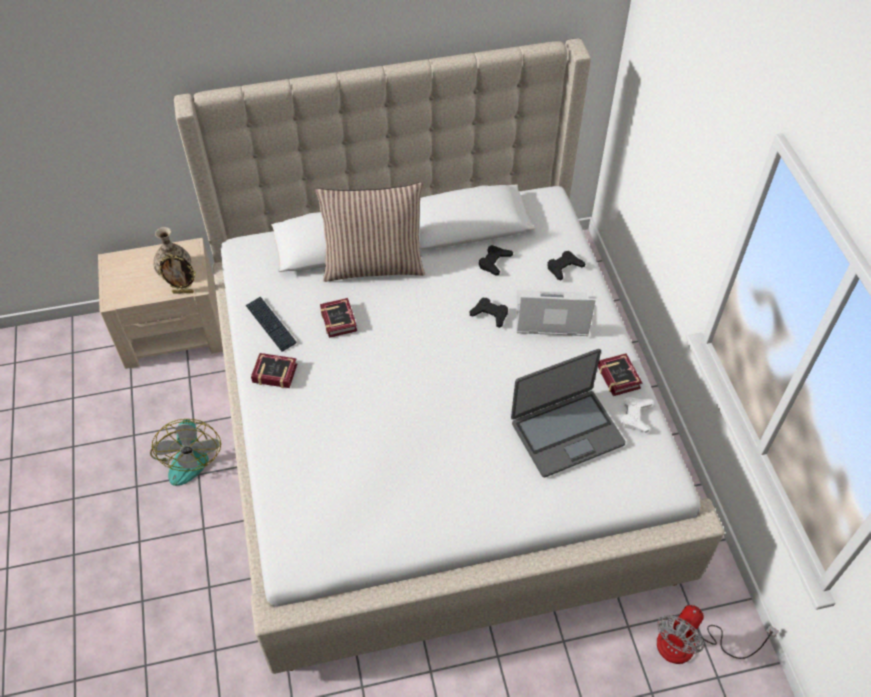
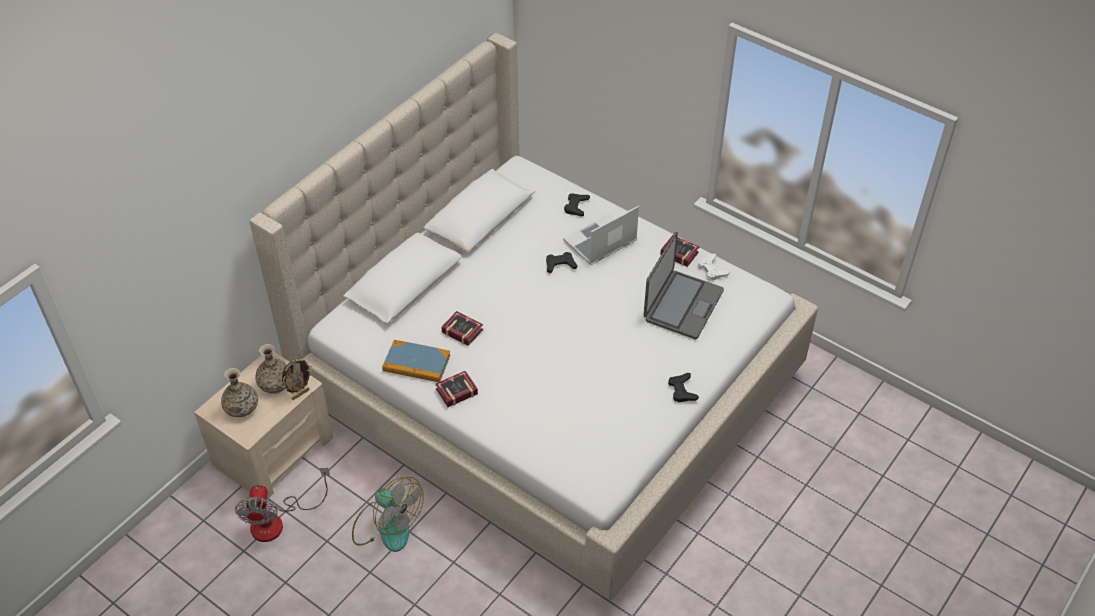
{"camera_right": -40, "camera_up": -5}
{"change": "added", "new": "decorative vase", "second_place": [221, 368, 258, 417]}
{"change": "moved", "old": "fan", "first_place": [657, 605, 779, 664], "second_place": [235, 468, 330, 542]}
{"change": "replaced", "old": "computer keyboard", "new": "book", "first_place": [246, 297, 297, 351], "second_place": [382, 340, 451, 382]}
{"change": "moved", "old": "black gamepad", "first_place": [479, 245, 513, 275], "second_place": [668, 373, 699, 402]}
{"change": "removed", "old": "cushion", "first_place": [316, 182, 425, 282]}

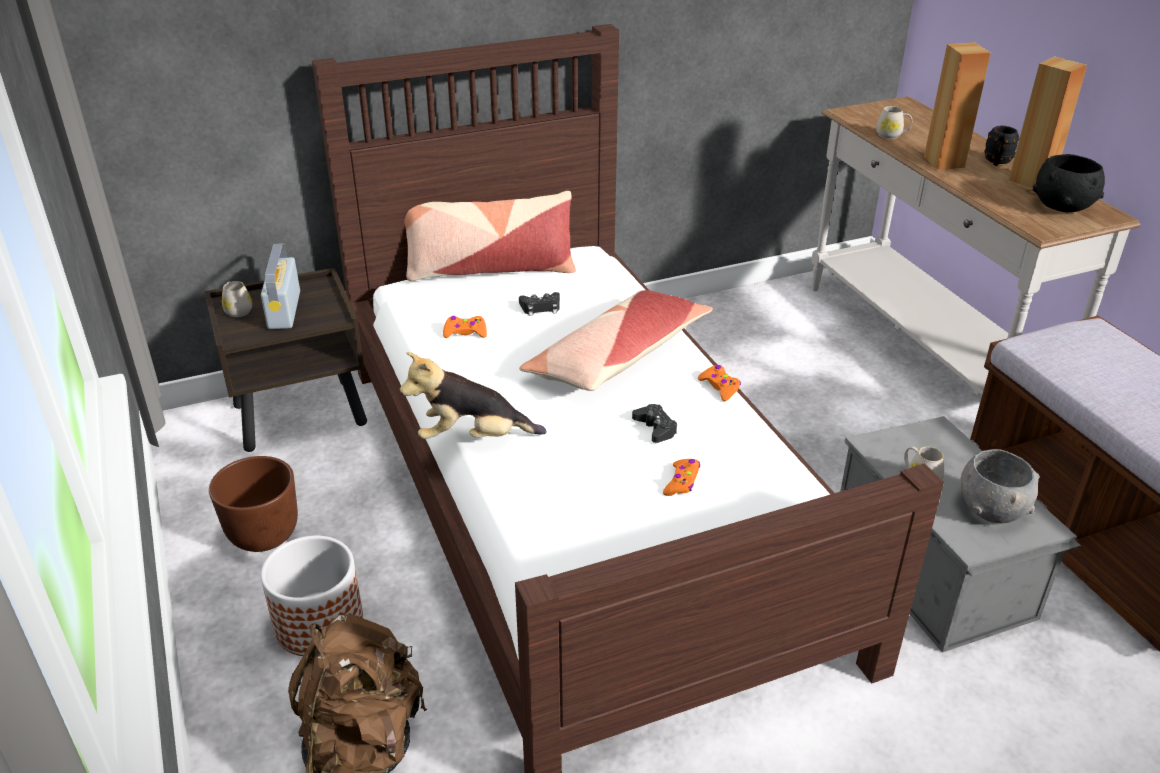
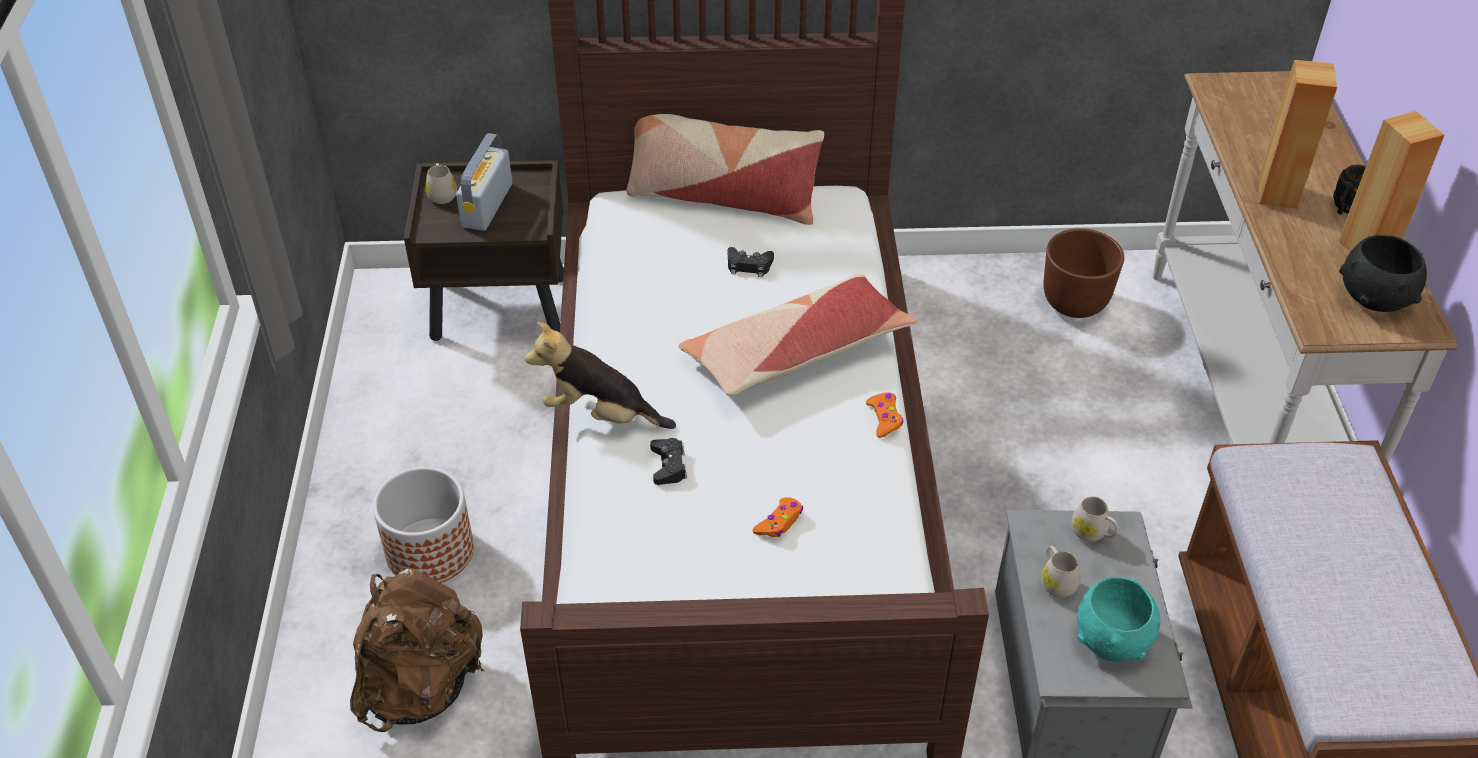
{"camera_right": 20, "camera_up": 10}
{"change": "moved", "old": "black gamepad", "first_place": [632, 404, 677, 443], "second_place": [650, 438, 687, 485]}
{"change": "moved", "old": "brown plant pot", "first_place": [209, 456, 298, 552], "second_place": [1044, 228, 1124, 318]}
{"change": "moved", "old": "white tea mug", "first_place": [876, 106, 912, 139], "second_place": [1071, 496, 1118, 542]}
{"change": "recoloured", "old": "grey bowl", "new": "turquoise bowl", "first_place": [961, 449, 1040, 524], "second_place": [1077, 577, 1161, 661]}
{"change": "removed", "old": "orangey gamepad", "first_place": [443, 316, 487, 338]}

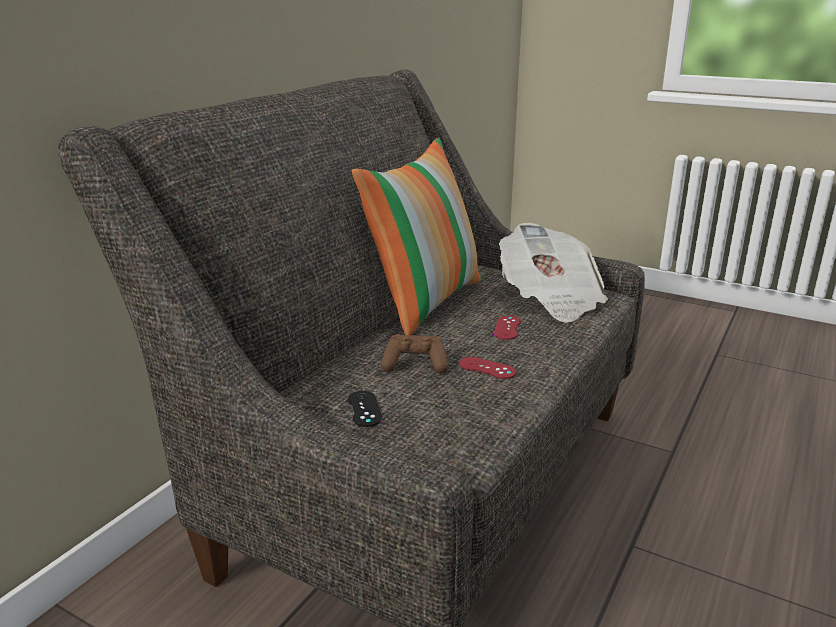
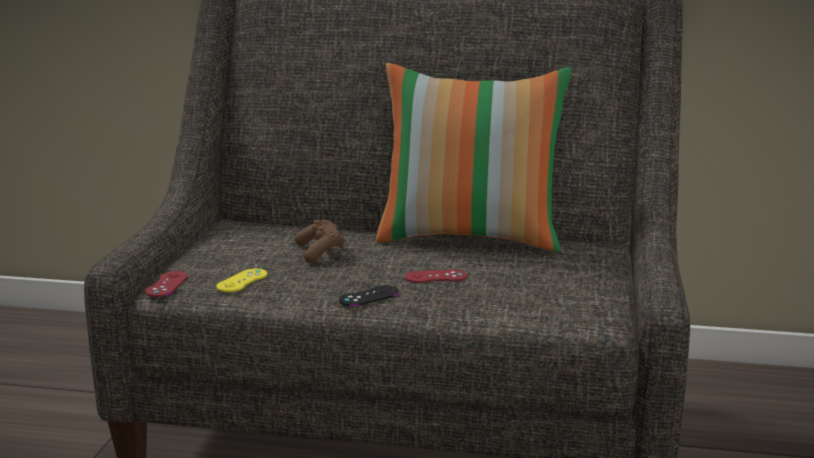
{"camera_right": 70, "camera_up": -5}
{"change": "moved", "old": "reddish gamepad", "first_place": [460, 357, 516, 379], "second_place": [145, 271, 188, 297]}
{"change": "added", "new": "yellow-coloured gamepad", "second_place": [216, 269, 267, 292]}
{"change": "moved", "old": "black gamepad", "first_place": [348, 391, 382, 427], "second_place": [339, 285, 399, 306]}
{"change": "removed", "old": "newspaper", "first_place": [499, 223, 608, 323]}

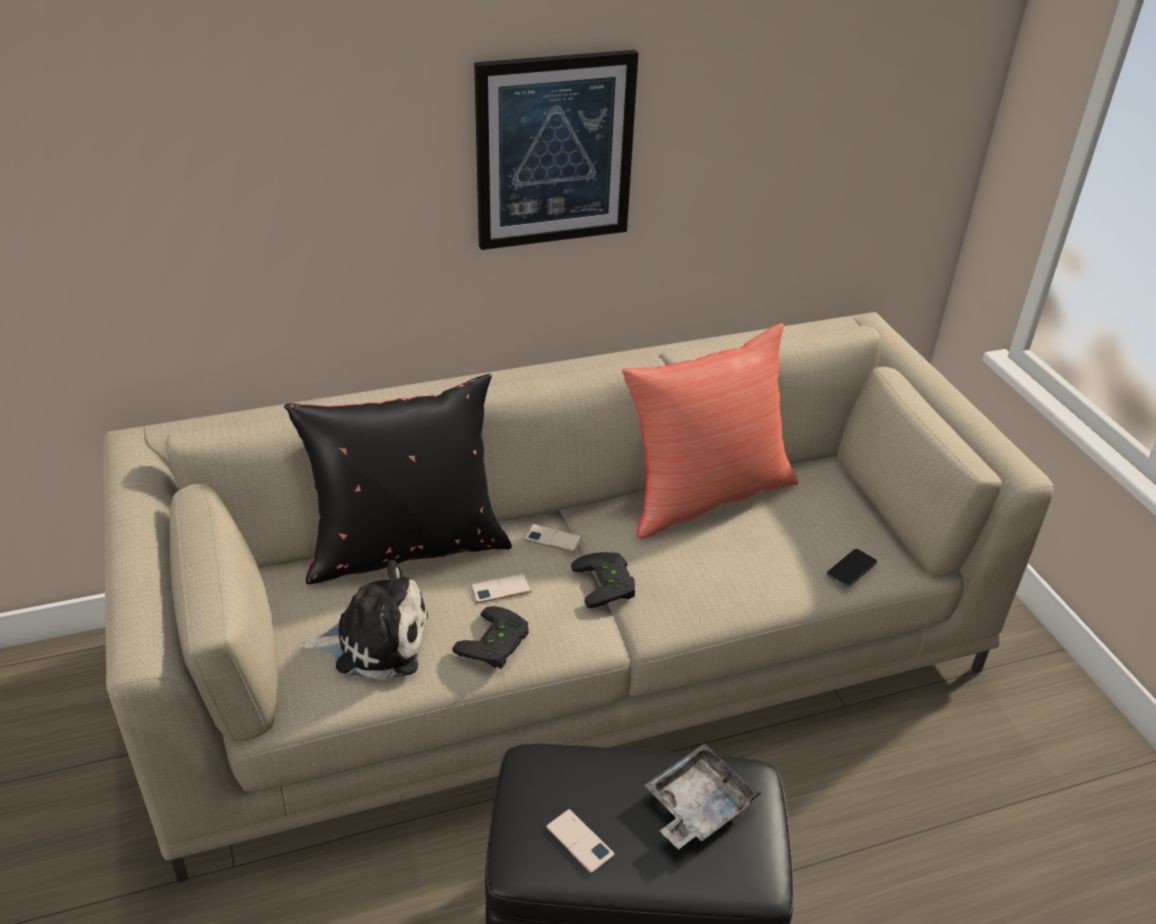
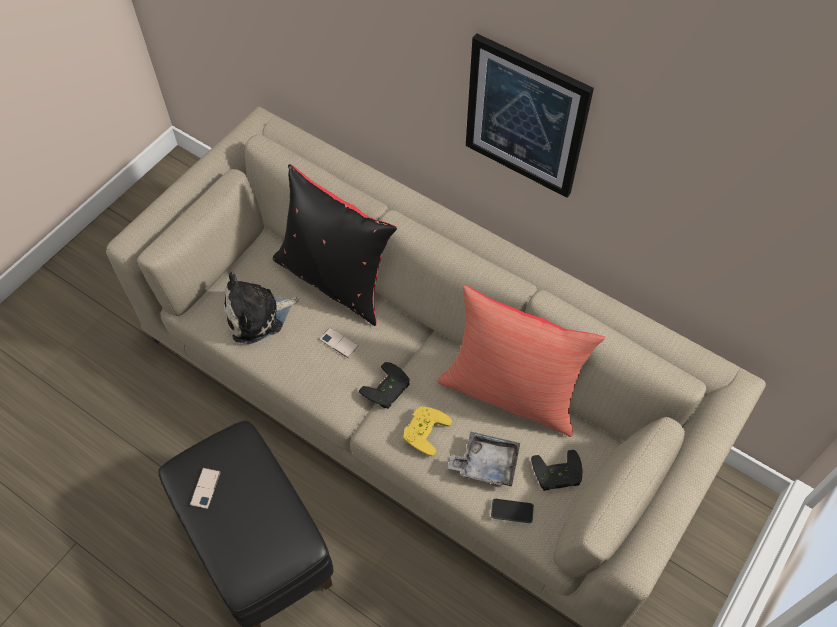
{"camera_right": 55, "camera_up": 20}
{"change": "turned", "old": "cuddly toy", "first_place": [300, 560, 428, 680], "second_place": [224, 272, 299, 344], "degrees": 105}
{"change": "added", "new": "yellow-coloured gamepad", "second_place": [403, 406, 452, 457]}
{"change": "moved", "old": "grey tray", "first_place": [644, 743, 761, 850], "second_place": [448, 432, 520, 486]}
{"change": "moved", "old": "black gamepad", "first_place": [452, 606, 529, 669], "second_place": [531, 450, 582, 491]}
{"change": "removed", "old": "telephone", "first_place": [524, 524, 582, 553]}

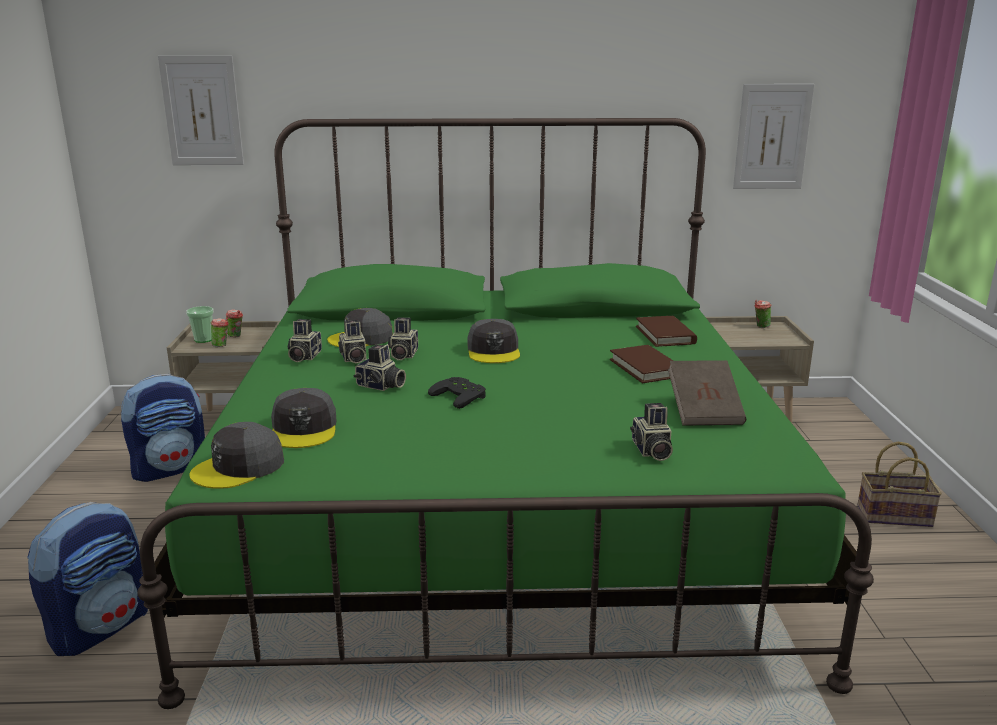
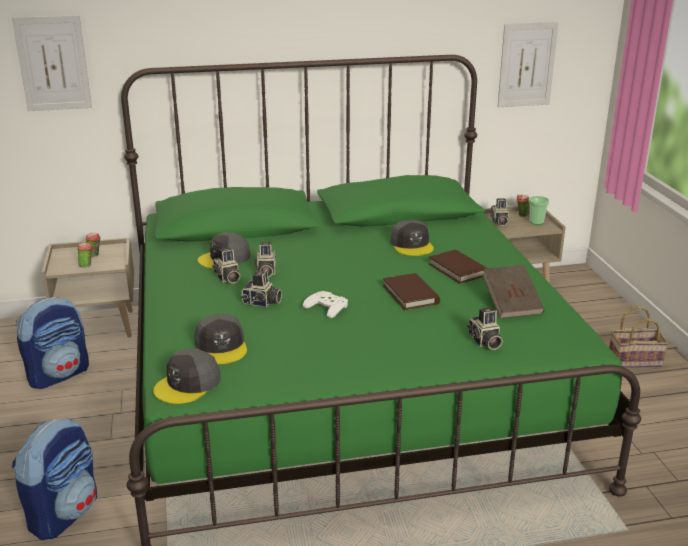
{"camera_right": -10, "camera_up": 5}
{"change": "recoloured", "old": "black gamepad", "new": "white gamepad", "first_place": [428, 377, 486, 409], "second_place": [303, 291, 348, 318]}
{"change": "moved", "old": "brown book", "first_place": [636, 316, 697, 347], "second_place": [383, 273, 440, 310]}
{"change": "moved", "old": "grey peaked cap", "first_place": [468, 319, 520, 363], "second_place": [391, 220, 434, 256]}
{"change": "moved", "old": "photo camera", "first_place": [287, 319, 322, 362], "second_place": [490, 198, 509, 226]}
{"change": "moved", "old": "small cup", "first_place": [186, 306, 214, 343], "second_place": [529, 196, 550, 225]}

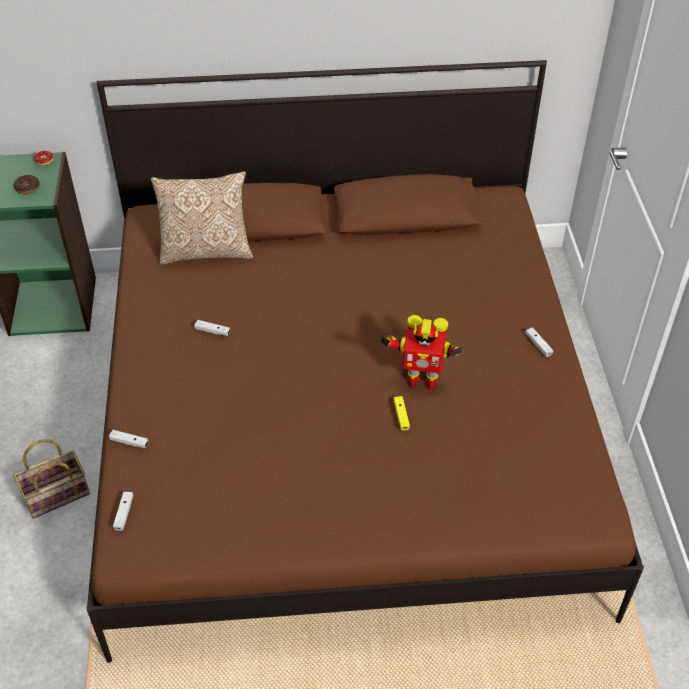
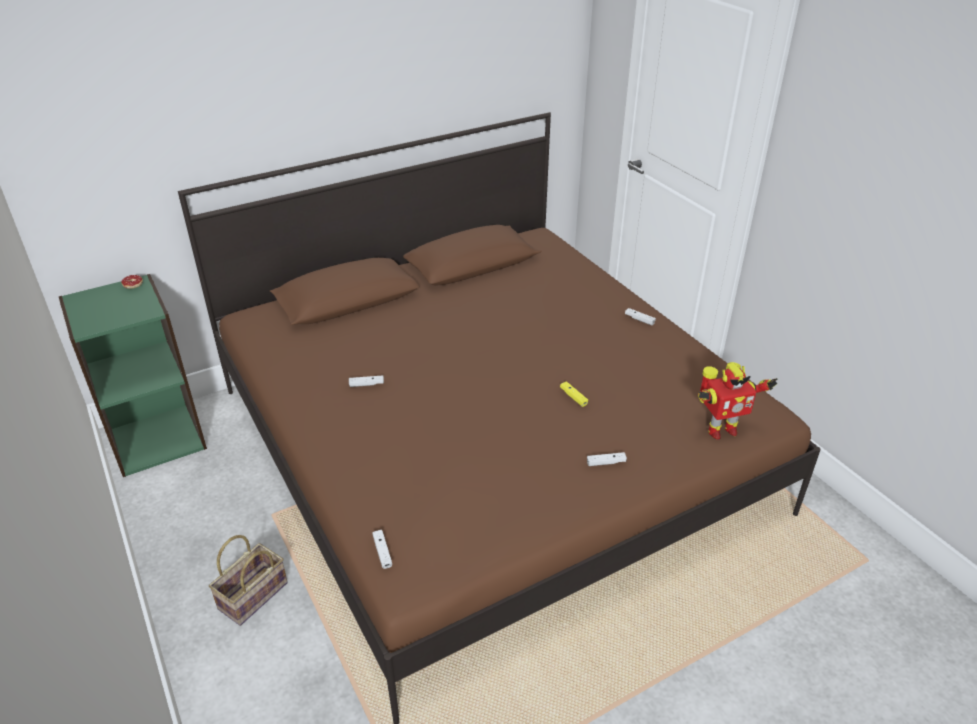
{"camera_right": -25, "camera_up": -10}
{"change": "moved", "old": "white gamepad", "first_place": [109, 430, 149, 448], "second_place": [587, 452, 627, 466]}
{"change": "moved", "old": "model robot", "first_place": [380, 315, 462, 390], "second_place": [698, 362, 778, 440]}
{"change": "removed", "old": "ring doughnut", "first_place": [14, 175, 40, 194]}
{"change": "removed", "old": "cushion", "first_place": [151, 171, 253, 265]}

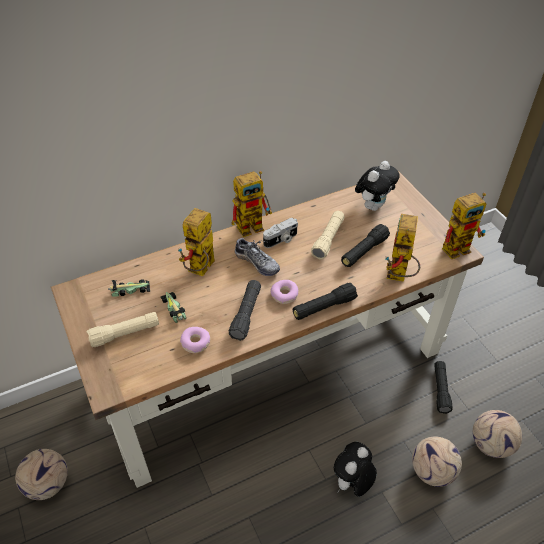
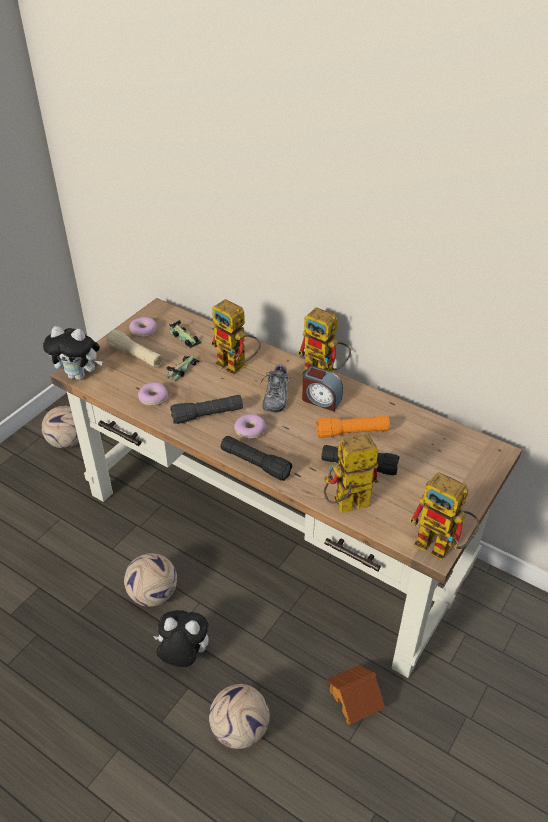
{"camera_right": 60, "camera_up": -5}
{"change": "moved", "old": "cuddly toy", "first_place": [355, 161, 400, 211], "second_place": [43, 326, 103, 380]}
{"change": "moved", "old": "football", "first_place": [473, 410, 522, 458], "second_place": [124, 553, 177, 607]}
{"change": "added", "new": "ring doughnut", "second_place": [129, 317, 156, 338]}
{"change": "turned", "old": "model robot", "first_place": [178, 208, 215, 276], "second_place": [210, 299, 261, 375], "degrees": -135}
{"change": "replaced", "old": "photo camera", "new": "table clock", "first_place": [263, 218, 298, 248], "second_place": [302, 366, 343, 412]}
{"change": "recoloured", "old": "beige-coloured flashlight", "new": "orangey flashlight", "first_place": [311, 211, 345, 260], "second_place": [316, 415, 390, 438]}
{"change": "replaced", "old": "black flashlight", "new": "miniature house", "first_place": [434, 361, 453, 414], "second_place": [326, 665, 385, 725]}

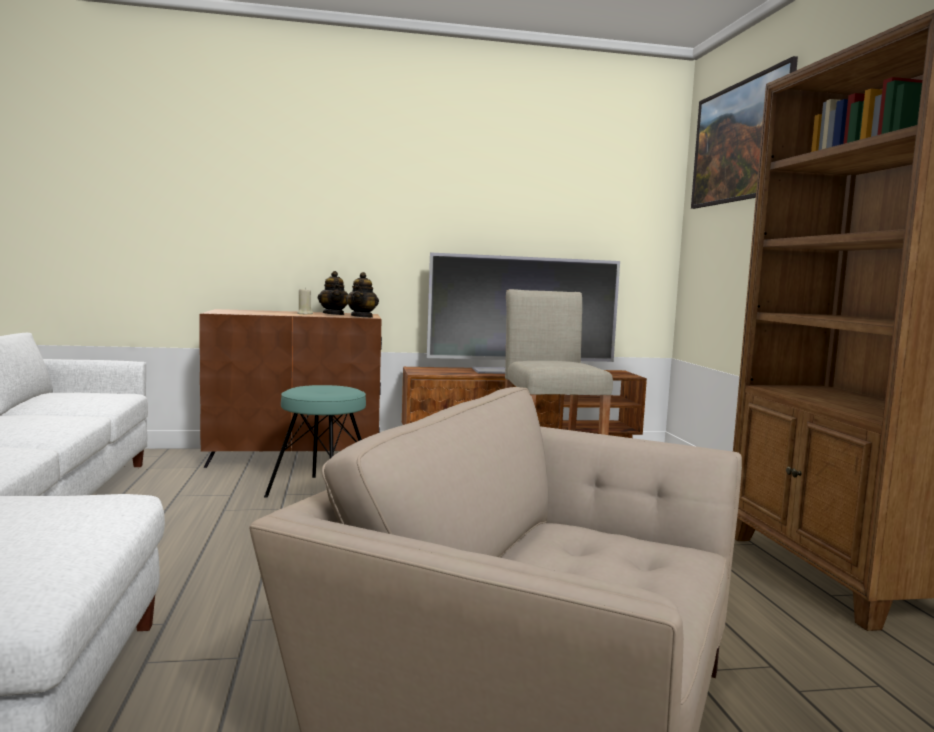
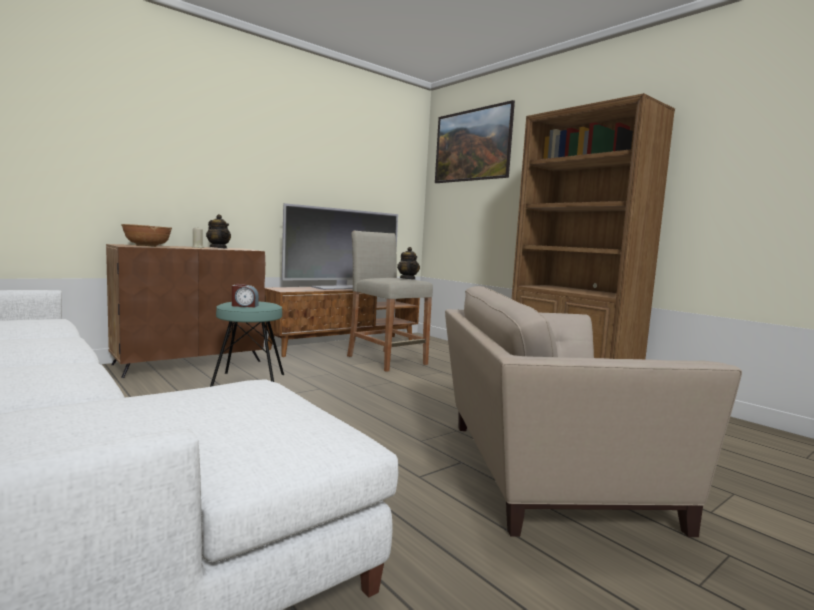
{"camera_right": -30, "camera_up": 0}
{"change": "added", "new": "brown bowl", "second_place": [121, 224, 172, 247]}
{"change": "added", "new": "table clock", "second_place": [232, 284, 259, 307]}
{"change": "moved", "old": "pot for tea", "first_place": [346, 272, 379, 318], "second_place": [397, 247, 420, 280]}

